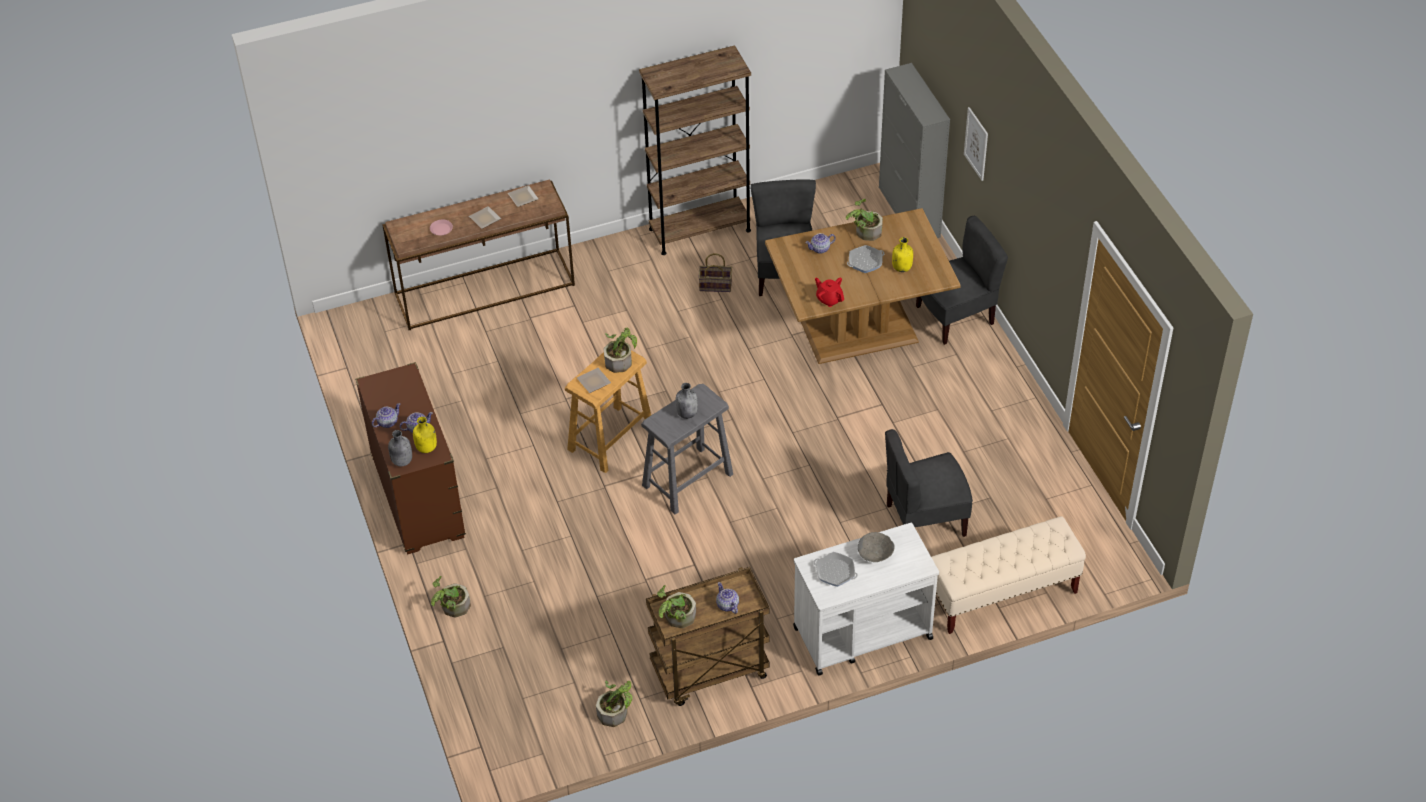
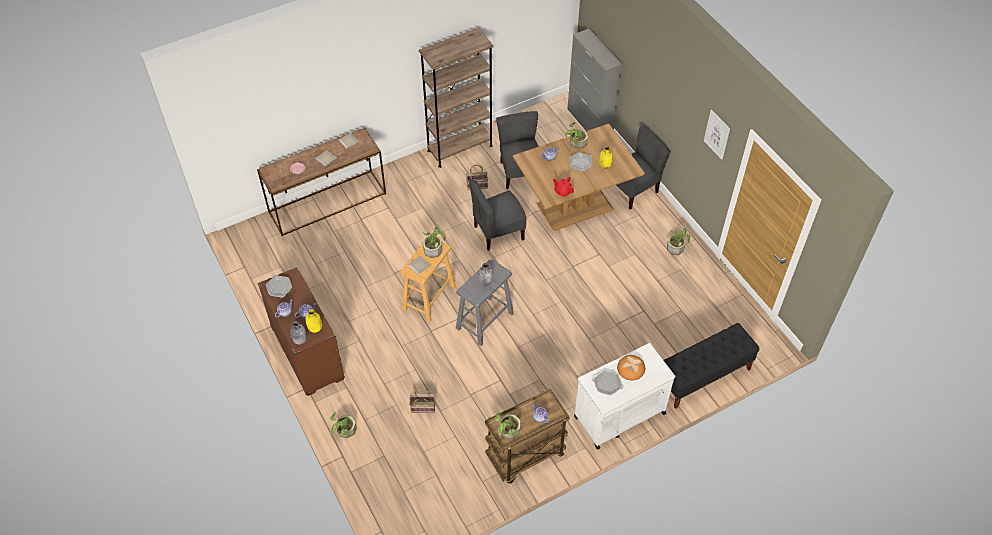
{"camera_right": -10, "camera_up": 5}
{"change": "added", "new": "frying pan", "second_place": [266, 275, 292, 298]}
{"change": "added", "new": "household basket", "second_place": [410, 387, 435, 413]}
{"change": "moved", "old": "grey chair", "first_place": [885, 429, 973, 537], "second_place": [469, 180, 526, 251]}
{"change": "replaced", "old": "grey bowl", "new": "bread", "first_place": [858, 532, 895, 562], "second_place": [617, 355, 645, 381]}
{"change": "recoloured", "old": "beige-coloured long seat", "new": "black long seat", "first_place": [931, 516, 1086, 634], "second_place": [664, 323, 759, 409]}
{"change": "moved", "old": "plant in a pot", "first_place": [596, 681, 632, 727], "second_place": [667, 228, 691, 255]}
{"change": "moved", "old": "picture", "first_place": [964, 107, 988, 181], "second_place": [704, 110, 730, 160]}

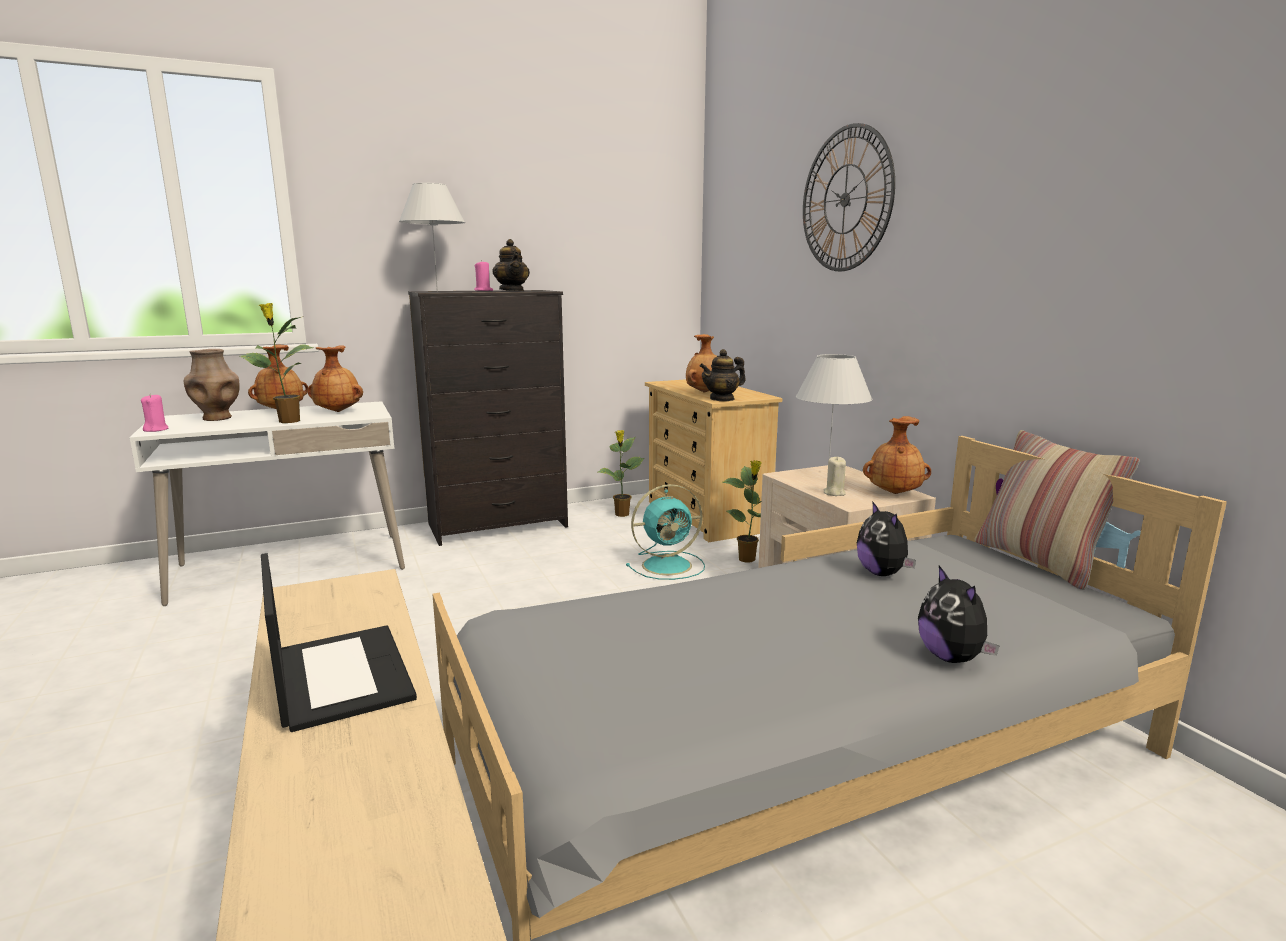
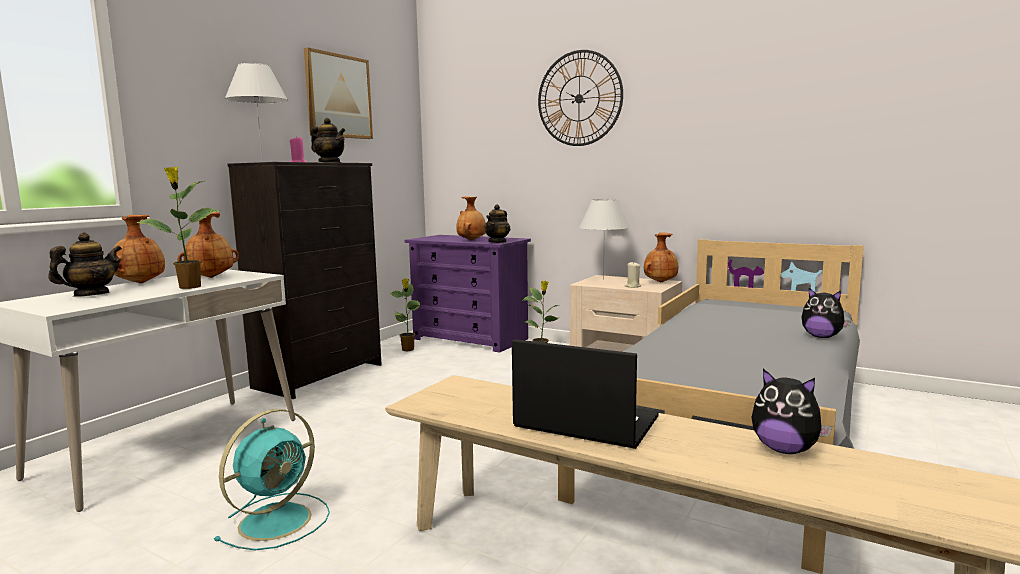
{"camera_right": -35, "camera_up": -5}
{"change": "replaced", "old": "brown decorative vase", "new": "pot for tea", "first_place": [184, 349, 240, 421], "second_place": [48, 232, 122, 297]}
{"change": "moved", "old": "turquoise fan", "first_place": [626, 484, 705, 580], "second_place": [213, 409, 330, 551]}
{"change": "added", "new": "picture", "second_place": [304, 47, 373, 139]}
{"change": "recoloured", "old": "beige-coloured dresser", "new": "purplish dresser", "first_place": [645, 379, 783, 542], "second_place": [404, 235, 531, 353]}
{"change": "moved", "old": "cuddly toy", "first_place": [857, 501, 916, 576], "second_place": [751, 369, 832, 454]}
{"change": "removed", "old": "pink-coloured candle", "first_place": [141, 394, 168, 432]}
{"change": "removed", "old": "cushion", "first_place": [974, 430, 1140, 590]}

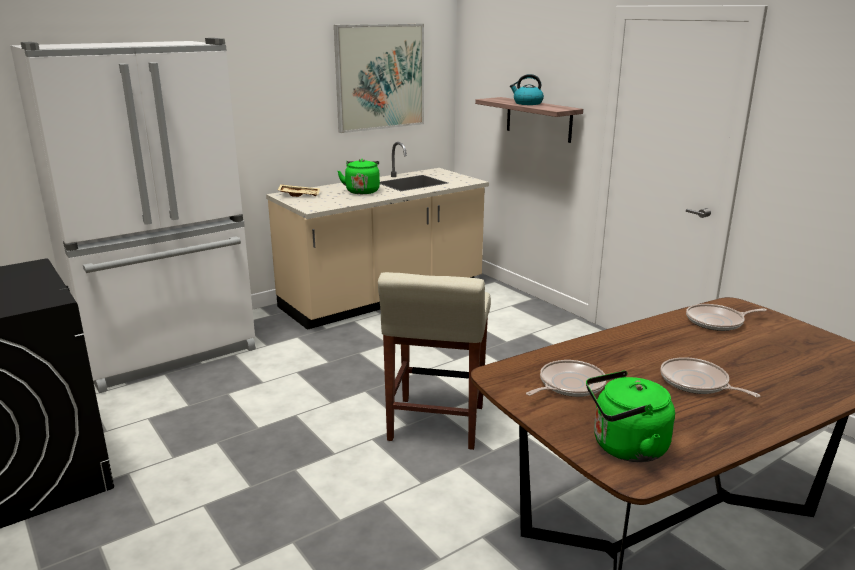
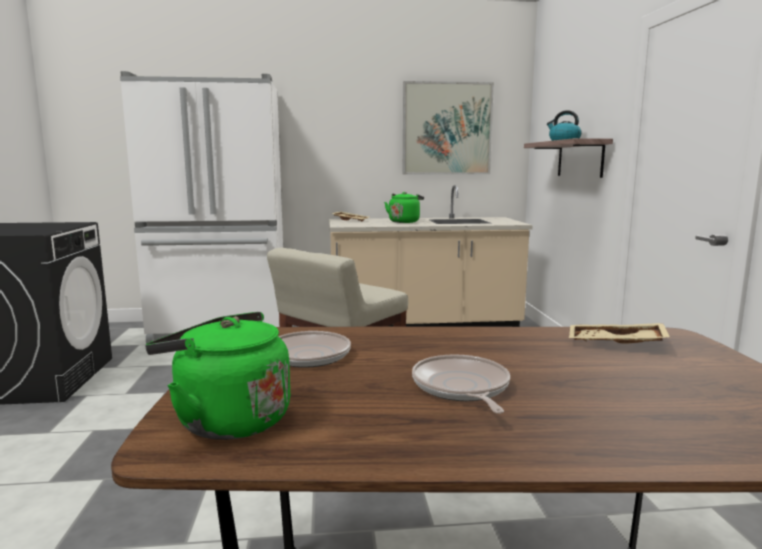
{"camera_right": 30, "camera_up": -10}
{"change": "replaced", "old": "frying pan", "new": "beige-coloured tray", "first_place": [686, 304, 767, 331], "second_place": [569, 323, 670, 344]}

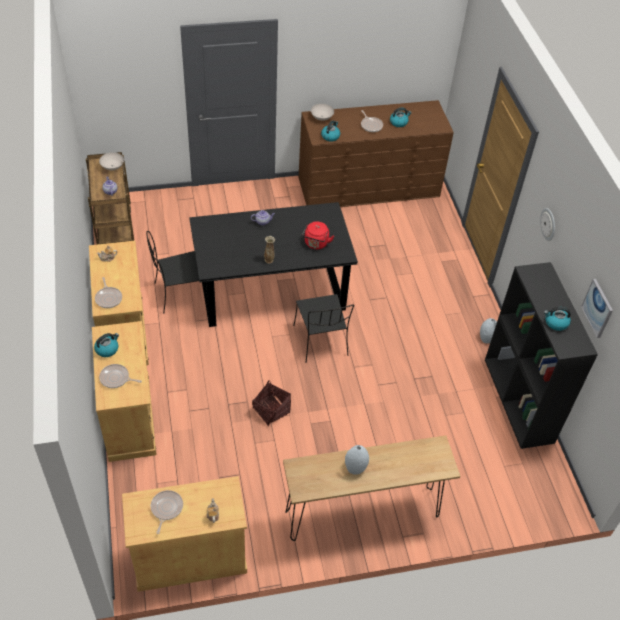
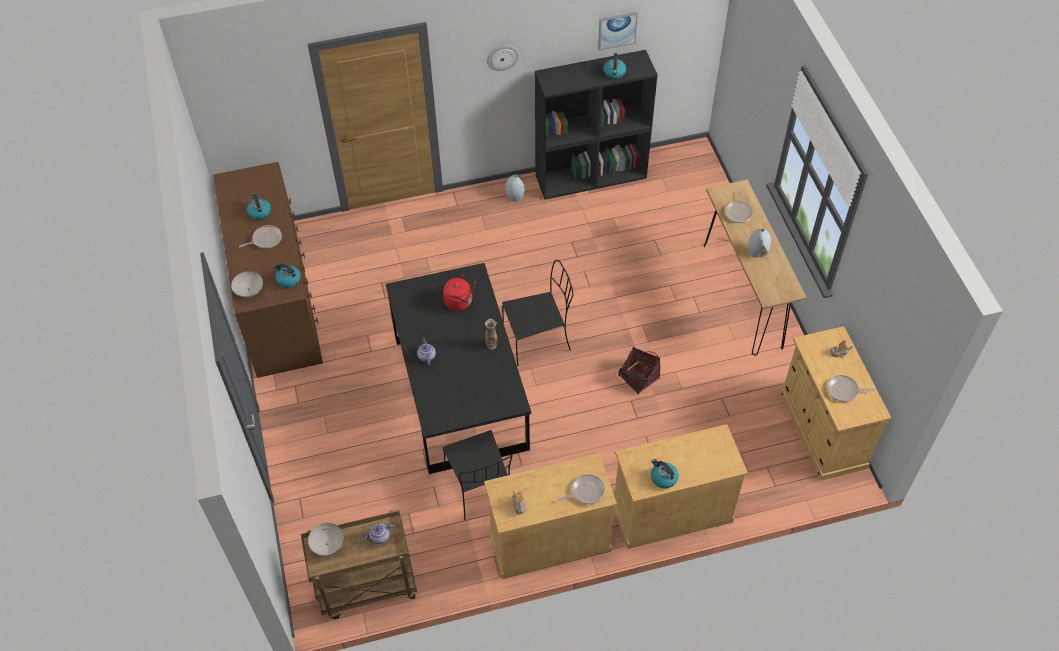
{"camera_right": -90, "camera_up": 5}
{"change": "moved", "old": "frying pan", "first_place": [99, 364, 142, 388], "second_place": [725, 190, 753, 223]}

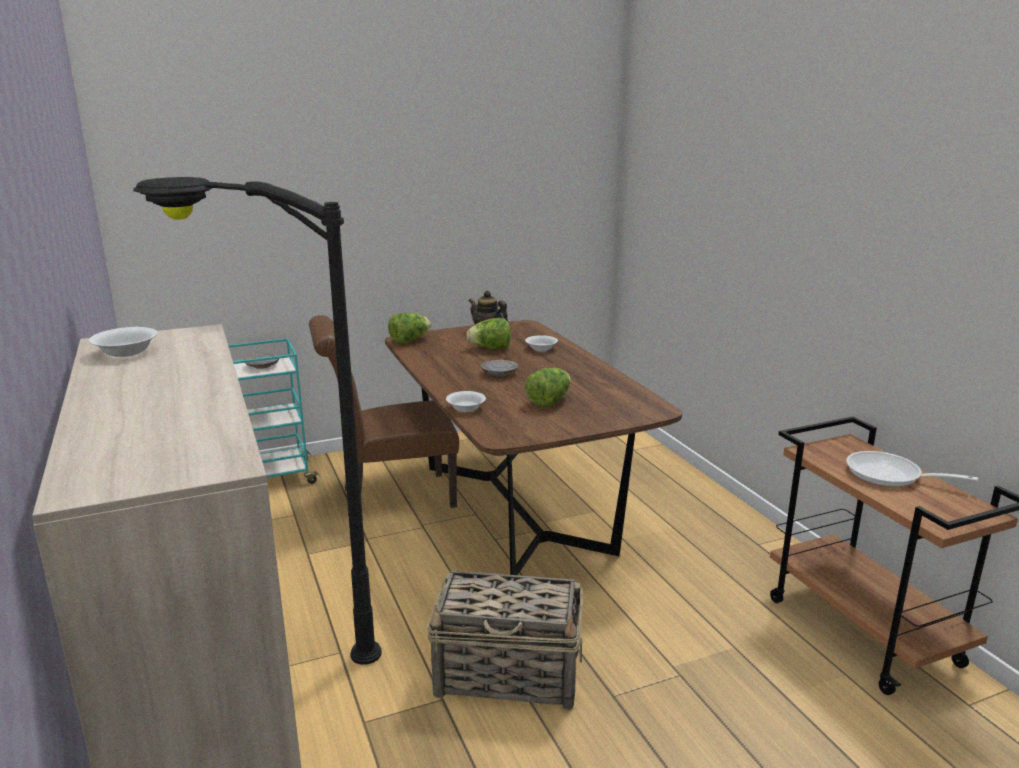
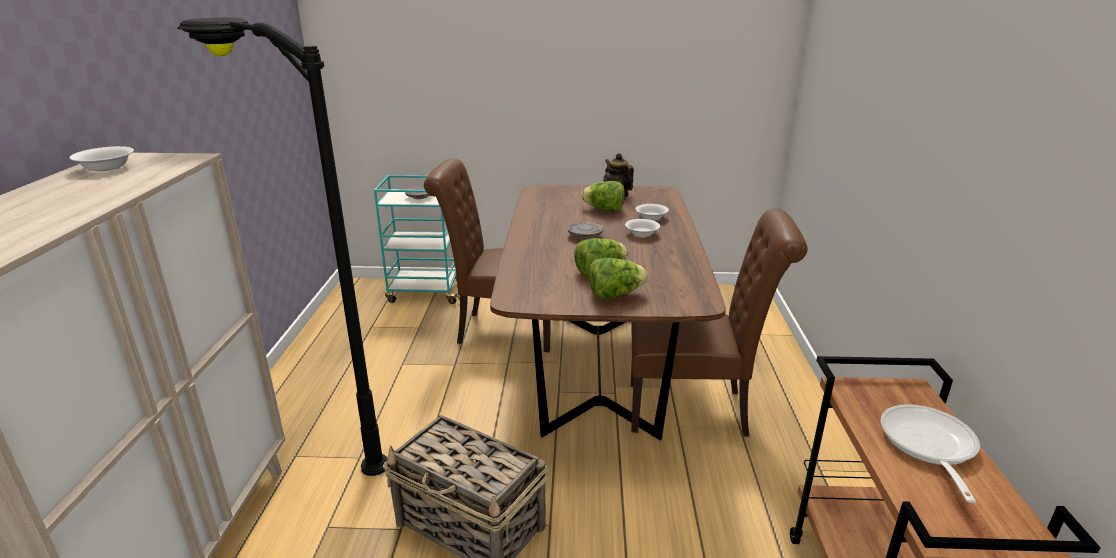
{"camera_right": 25, "camera_up": 5}
{"change": "moved", "old": "lettuce", "first_place": [388, 313, 431, 344], "second_place": [589, 258, 648, 299]}
{"change": "moved", "old": "white bowl", "first_place": [446, 391, 486, 412], "second_place": [625, 219, 660, 237]}
{"change": "added", "new": "brown chair", "second_place": [631, 209, 808, 437]}
{"change": "turned", "old": "frying pan", "first_place": [846, 451, 978, 487], "second_place": [880, 404, 980, 503], "degrees": 45}

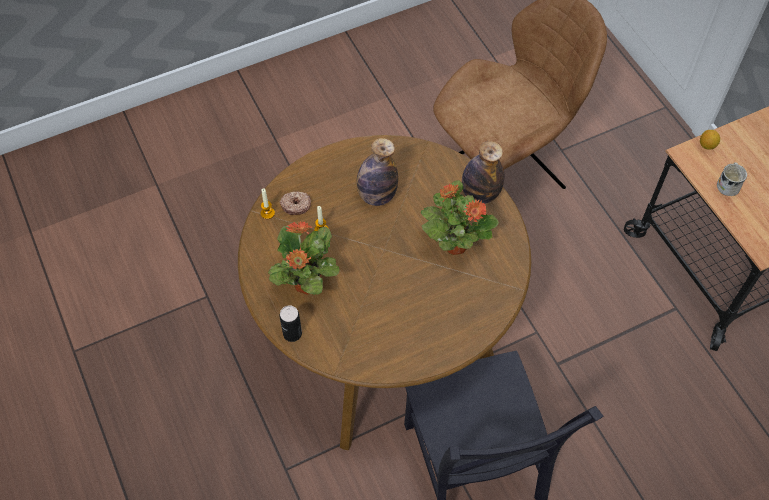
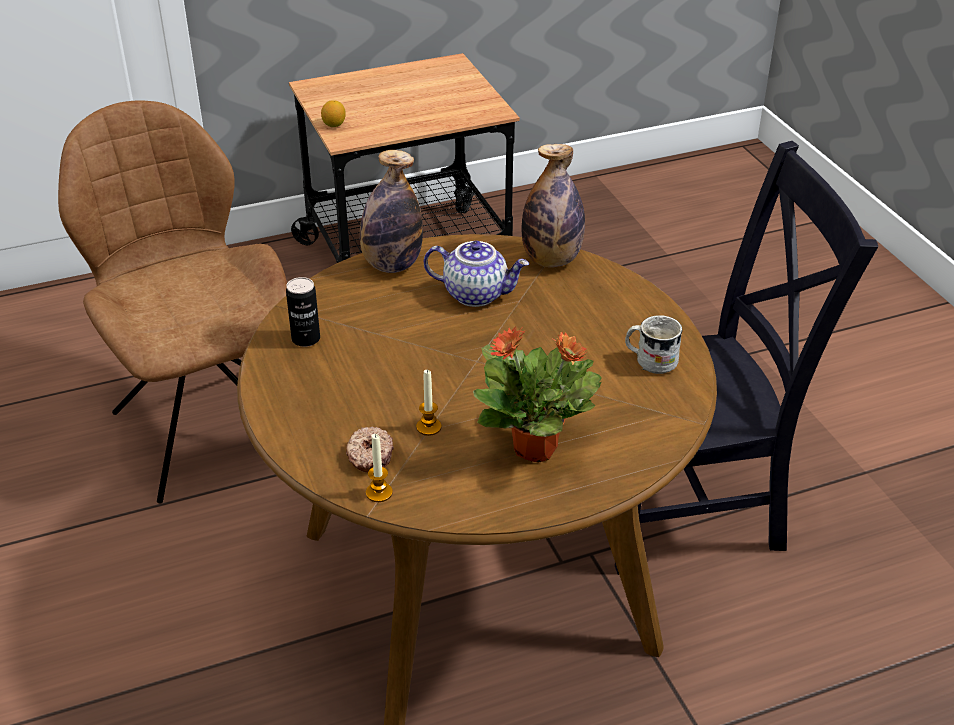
{"camera_right": -85, "camera_up": -20}
{"change": "moved", "old": "can", "first_place": [279, 305, 302, 342], "second_place": [286, 277, 320, 347]}
{"change": "replaced", "old": "plant in a pot", "new": "pot for tea", "first_place": [421, 180, 499, 255], "second_place": [424, 241, 529, 307]}
{"change": "moved", "old": "drink bottle", "first_place": [356, 138, 398, 206], "second_place": [522, 144, 585, 267]}
{"change": "moved", "old": "white tea mug", "first_place": [717, 162, 747, 196], "second_place": [625, 315, 682, 374]}

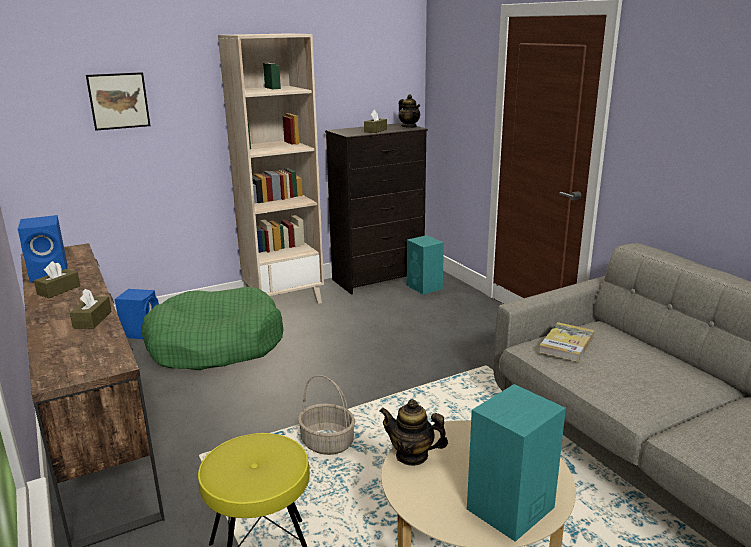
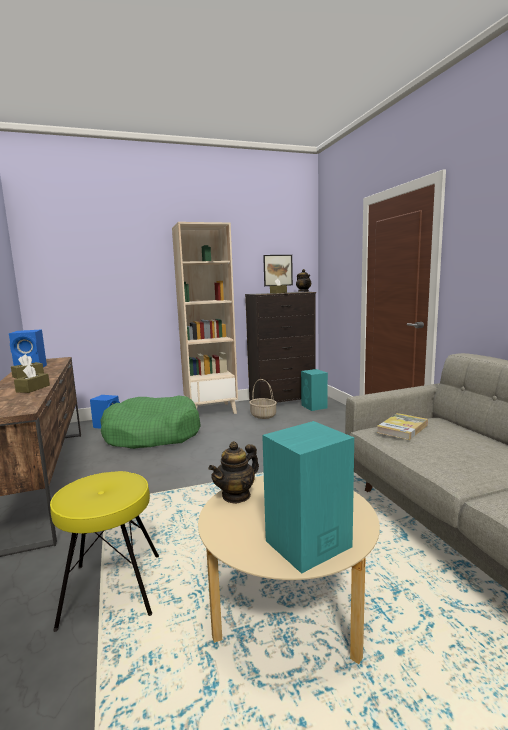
{"camera_right": 10, "camera_up": -10}
{"change": "turned", "old": "pot for tea", "first_place": [379, 399, 448, 466], "second_place": [208, 441, 259, 504], "degrees": -75}
{"change": "moved", "old": "household basket", "first_place": [298, 375, 355, 455], "second_place": [249, 379, 277, 419]}
{"change": "moved", "old": "picture", "first_place": [86, 72, 150, 131], "second_place": [263, 255, 293, 286]}

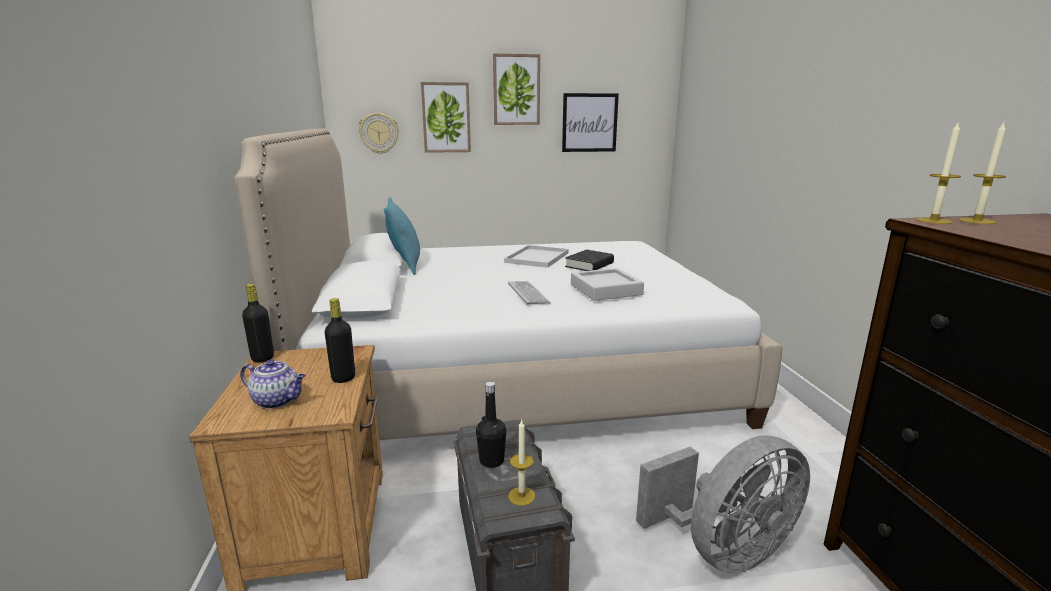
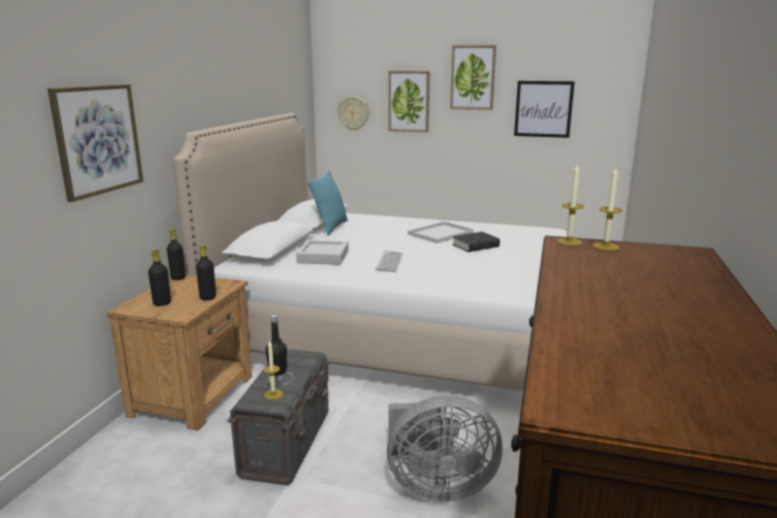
{"camera_right": 25, "camera_up": 0}
{"change": "added", "new": "picture", "second_place": [48, 84, 143, 202]}
{"change": "replaced", "old": "pot for tea", "new": "black drink bottle", "first_place": [240, 359, 306, 409], "second_place": [148, 249, 171, 306]}
{"change": "moved", "old": "grey tray", "first_place": [571, 268, 644, 301], "second_place": [296, 240, 349, 265]}

